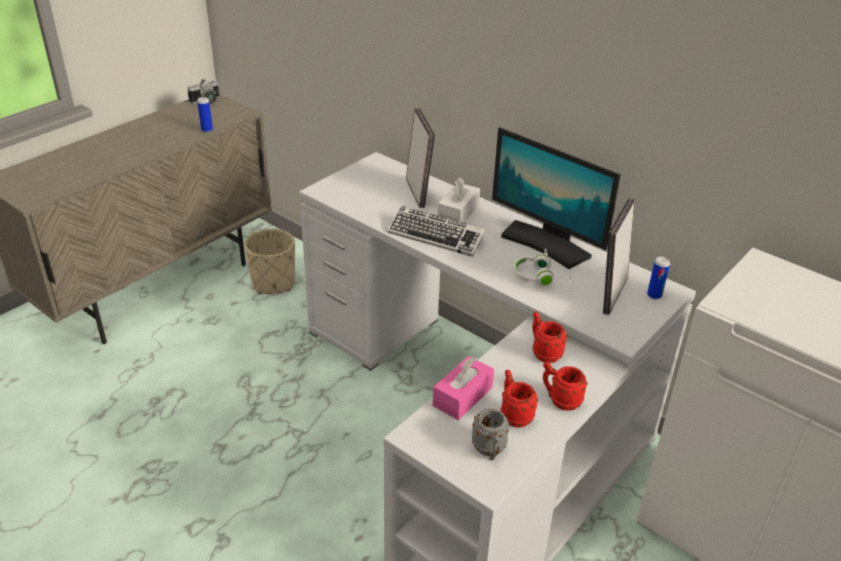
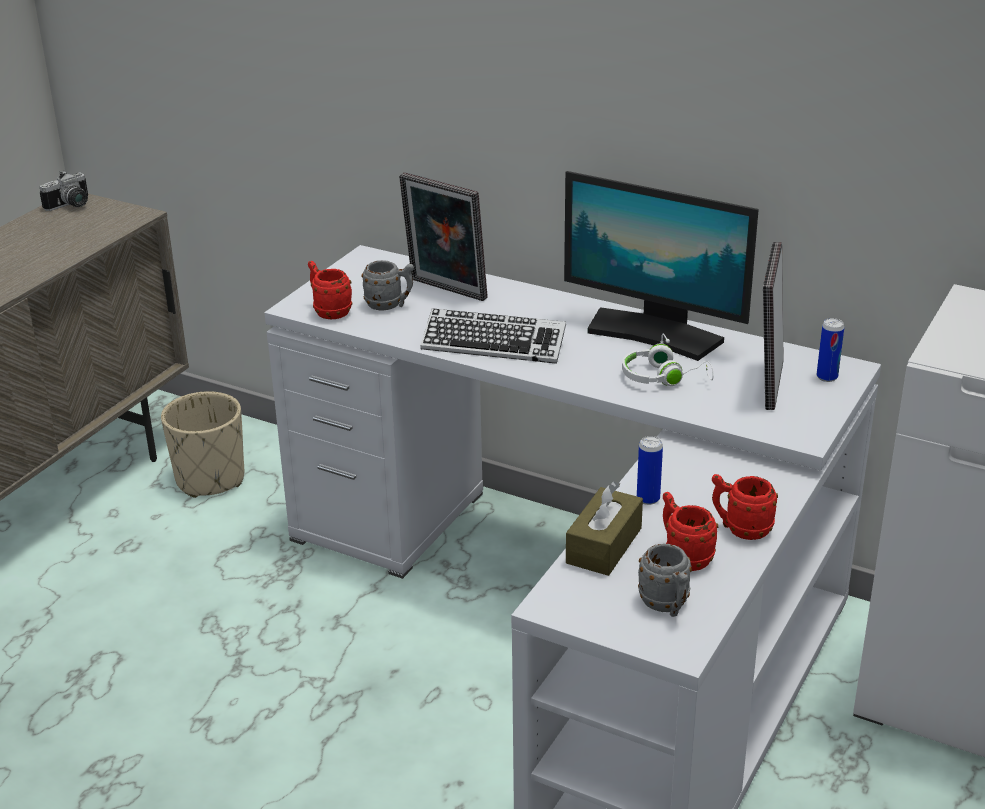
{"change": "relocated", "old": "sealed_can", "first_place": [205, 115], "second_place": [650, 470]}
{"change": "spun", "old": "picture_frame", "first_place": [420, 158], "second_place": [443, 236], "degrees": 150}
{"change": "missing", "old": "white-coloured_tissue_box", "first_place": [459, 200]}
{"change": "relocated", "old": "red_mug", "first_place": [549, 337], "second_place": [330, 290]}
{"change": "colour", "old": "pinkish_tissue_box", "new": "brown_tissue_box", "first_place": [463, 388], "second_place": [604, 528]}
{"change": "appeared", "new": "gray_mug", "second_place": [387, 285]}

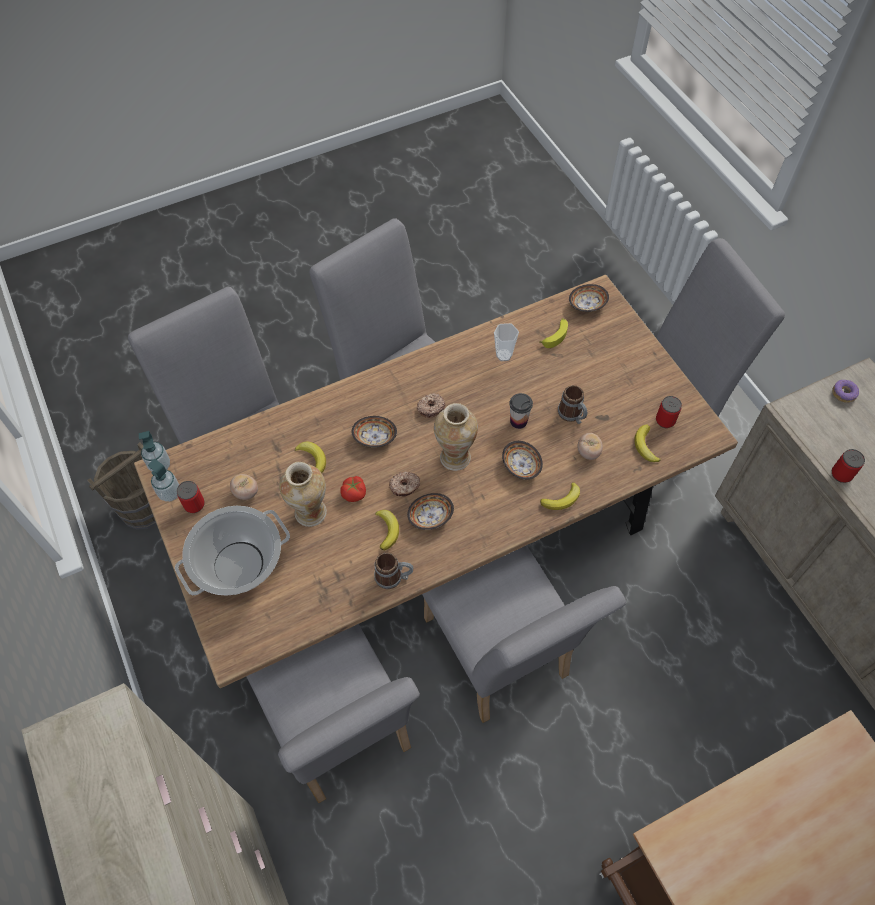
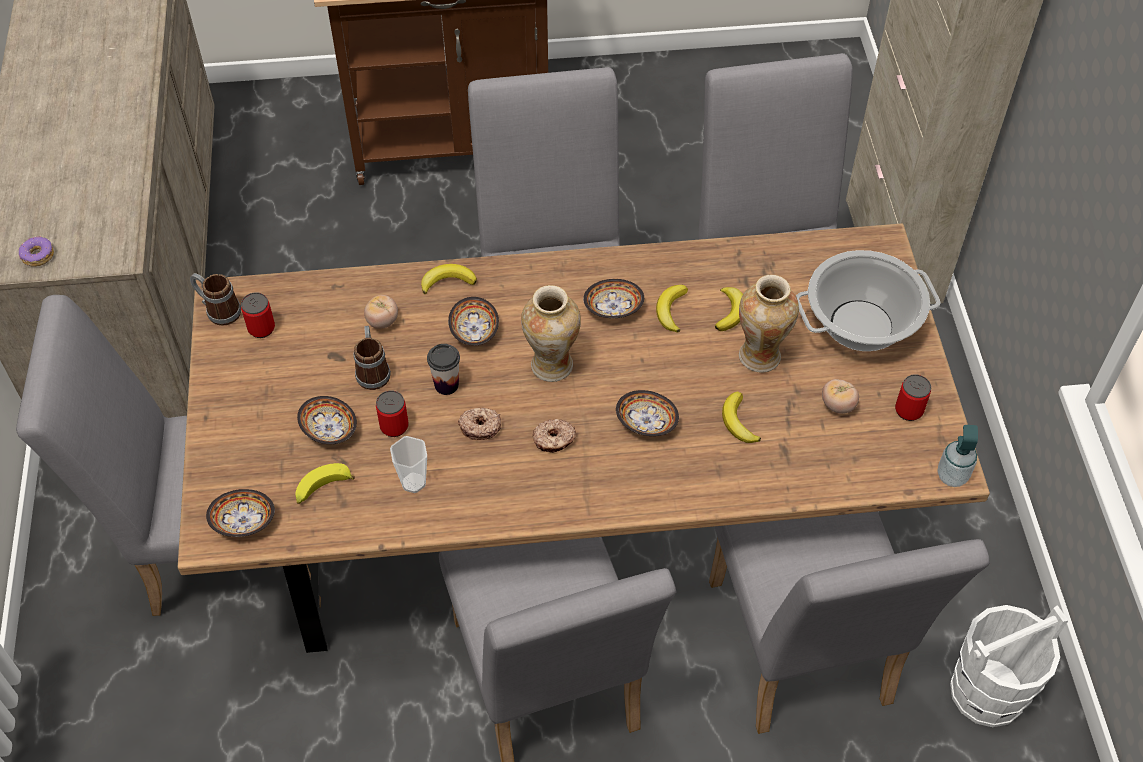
{"change": "relocated", "old": "banana_fruit", "first_place": [647, 443], "second_place": [729, 309]}
{"change": "colour", "old": "brown_water_bucket", "new": "white-coloured_water_bucket", "first_place": [121, 486], "second_place": [1009, 666]}
{"change": "relocated", "old": "sealed_can", "first_place": [848, 466], "second_place": [392, 414]}
{"change": "missing", "old": "soap_bottle", "first_place": [163, 480]}
{"change": "relocated", "old": "doughnut", "first_place": [404, 484], "second_place": [479, 424]}
{"change": "missing", "old": "fresh_tomato", "first_place": [353, 489]}
{"change": "relocated", "old": "mug", "first_place": [393, 570], "second_place": [215, 299]}
{"change": "appeared", "new": "deep_dish", "second_place": [327, 420]}

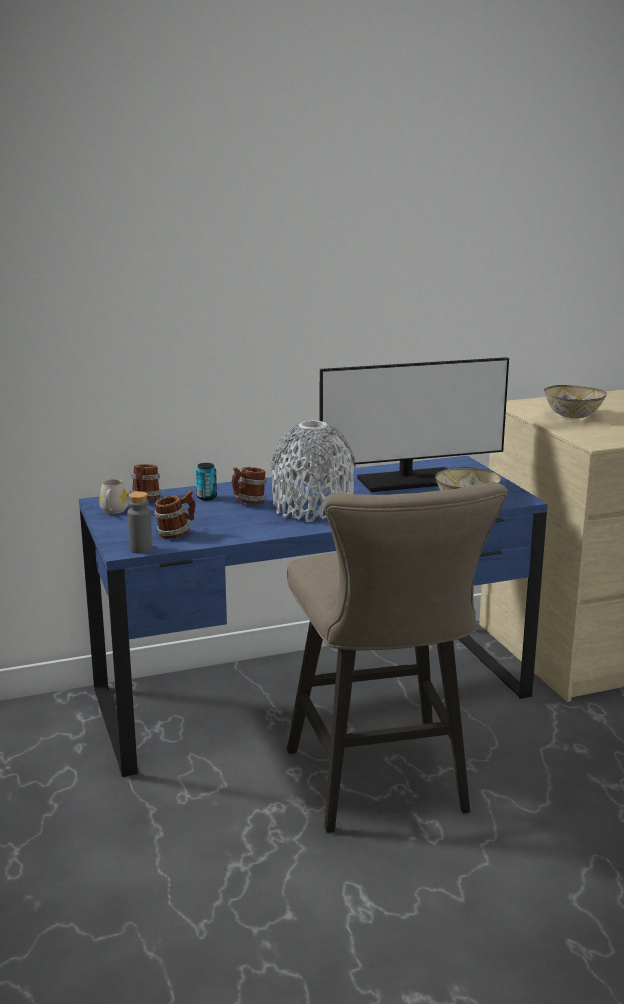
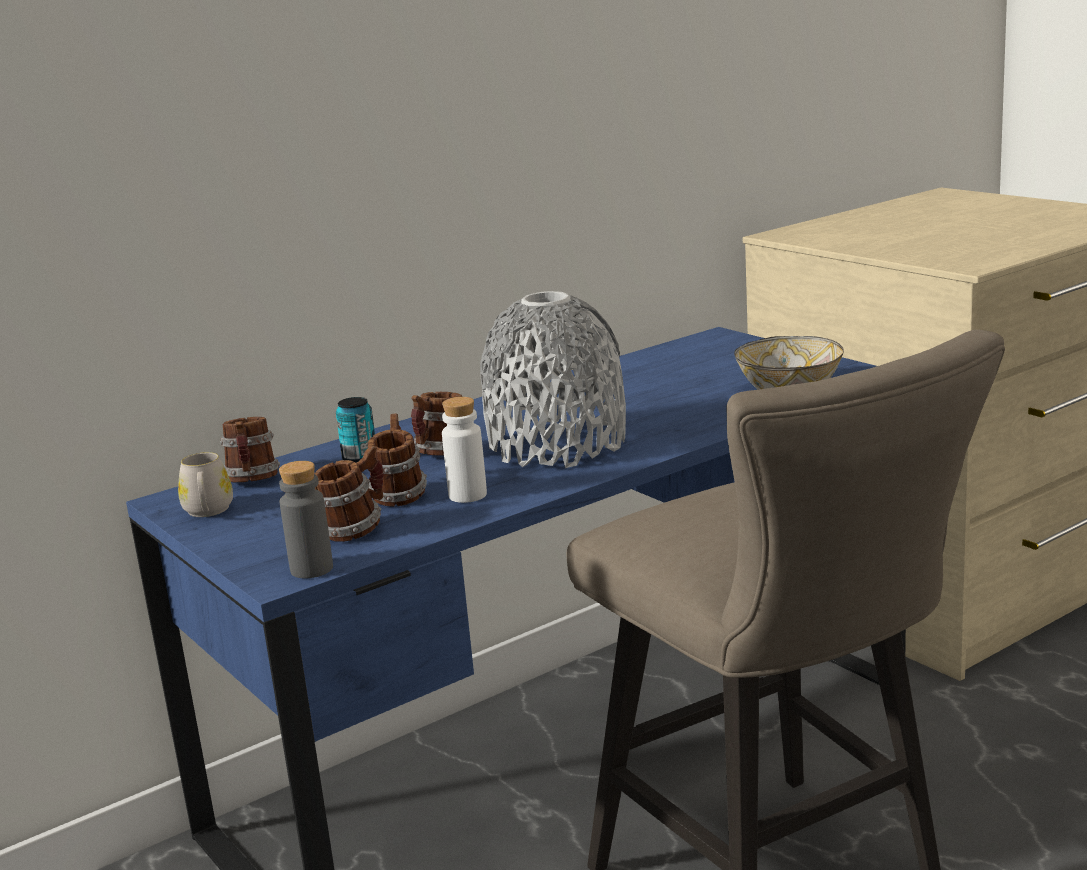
{"change": "missing", "old": "computer_screen", "first_place": [414, 424]}
{"change": "missing", "old": "deep_dish", "first_place": [575, 401]}
{"change": "appeared", "new": "white-coloured_beverage_bottle", "second_place": [464, 450]}
{"change": "appeared", "new": "mug", "second_place": [397, 459]}

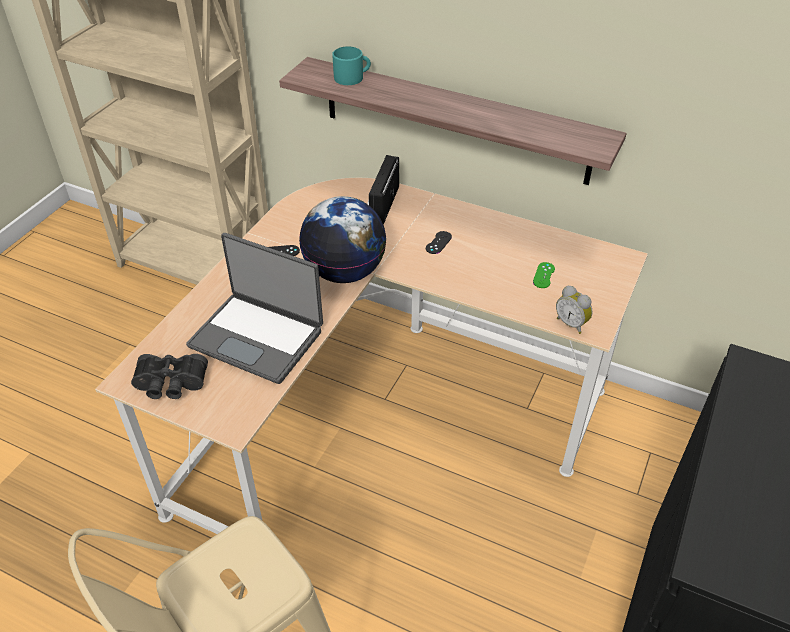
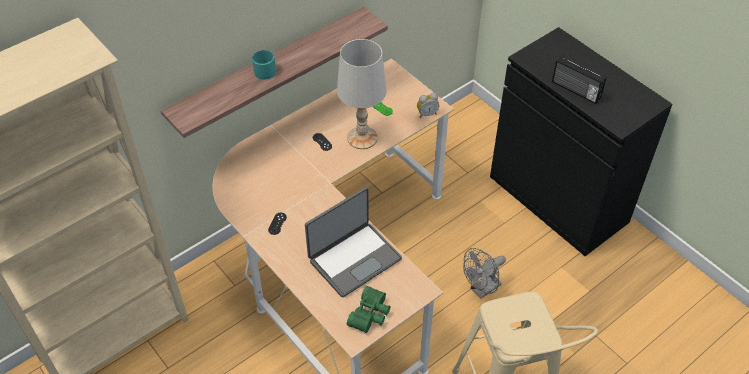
{"change": "relocated", "old": "turquoise_mug", "first_place": [351, 65], "second_place": [264, 65]}
{"change": "relocated", "old": "radio", "first_place": [383, 190], "second_place": [579, 80]}
{"change": "missing", "old": "globe", "first_place": [343, 239]}
{"change": "colour", "old": "black-coloured_pair_of_binoculars", "new": "greenish_pair_of_binoculars", "first_place": [169, 376], "second_place": [368, 309]}
{"change": "appeared", "new": "white-coloured_tabletop_lamp", "second_place": [362, 94]}
{"change": "appeared", "new": "gray_cooling_fan", "second_place": [484, 273]}

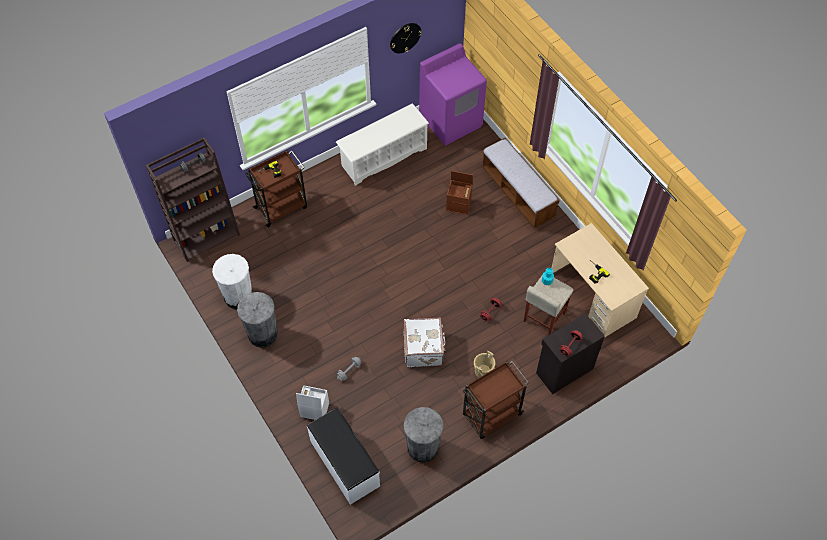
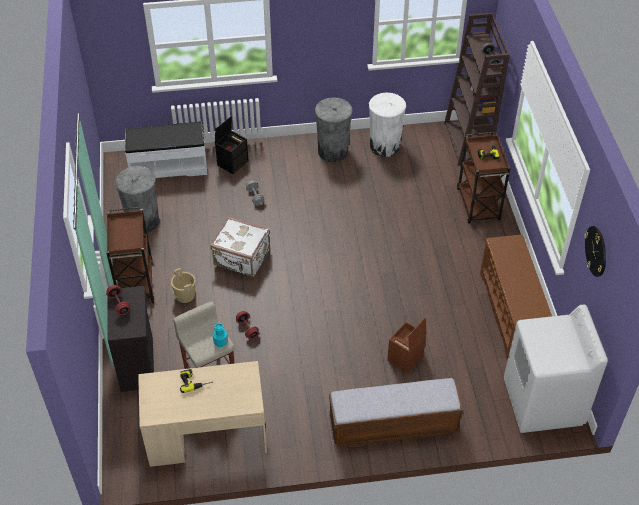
{"change": "colour", "old": "purplish_laundry_machine", "new": "white-coloured_laundry_machine", "first_place": [453, 94], "second_place": [556, 368]}
{"change": "colour", "old": "white-coloured_shoe_rack", "new": "brown_shoe_rack", "first_place": [382, 145], "second_place": [516, 296]}
{"change": "colour", "old": "white-coloured_storage_box", "new": "black-coloured_storage_box", "first_place": [312, 402], "second_place": [232, 145]}

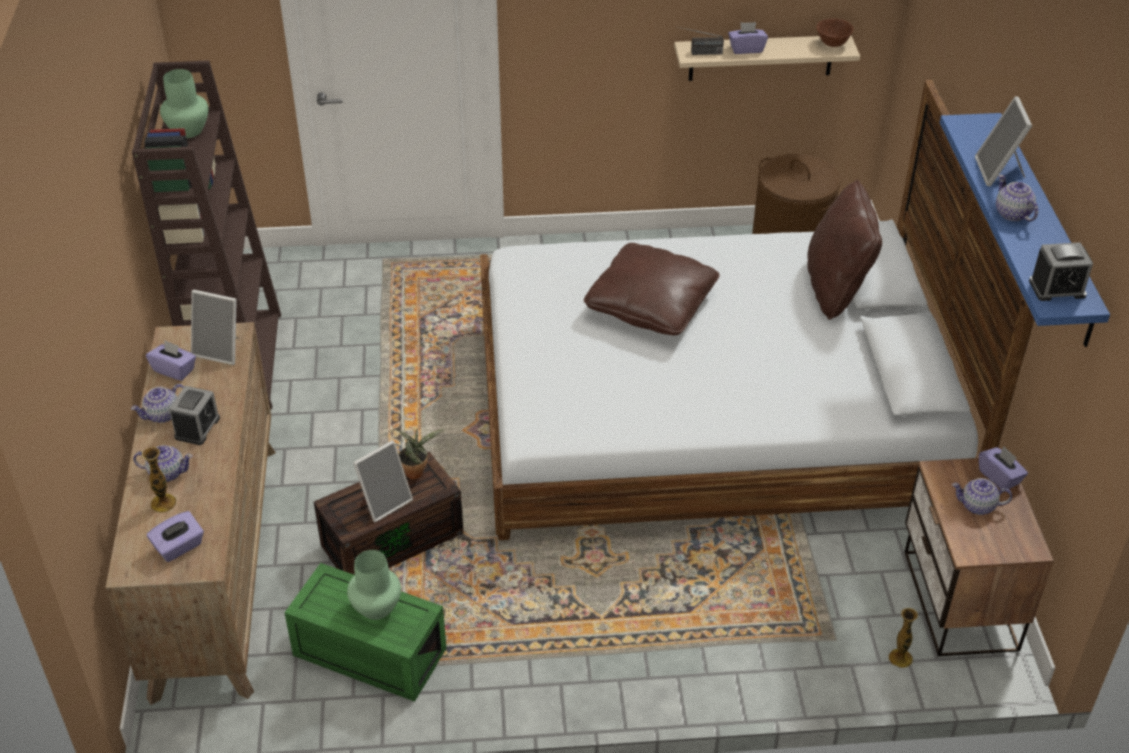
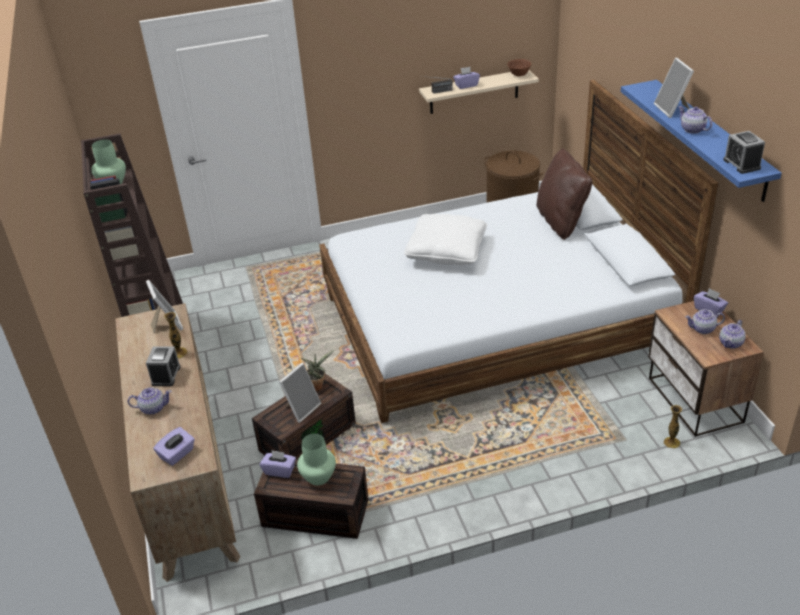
{"change": "spun", "old": "table_clock", "first_place": [1061, 271], "second_place": [744, 152], "degrees": 90}
{"change": "colour", "old": "brown_cushion", "new": "white-coloured_cushion", "first_place": [652, 289], "second_place": [445, 239]}
{"change": "spun", "old": "picture_frame", "first_place": [215, 327], "second_place": [164, 306], "degrees": -120}
{"change": "relocated", "old": "purplish_tissue_box", "first_place": [171, 360], "second_place": [278, 464]}
{"change": "relocated", "old": "pot_for_tea", "first_place": [157, 403], "second_place": [732, 334]}
{"change": "relocated", "old": "flower_vase", "first_place": [158, 480], "second_place": [176, 335]}
{"change": "colour", "old": "greenish_storage_box", "new": "brown_storage_box", "first_place": [365, 632], "second_place": [311, 499]}

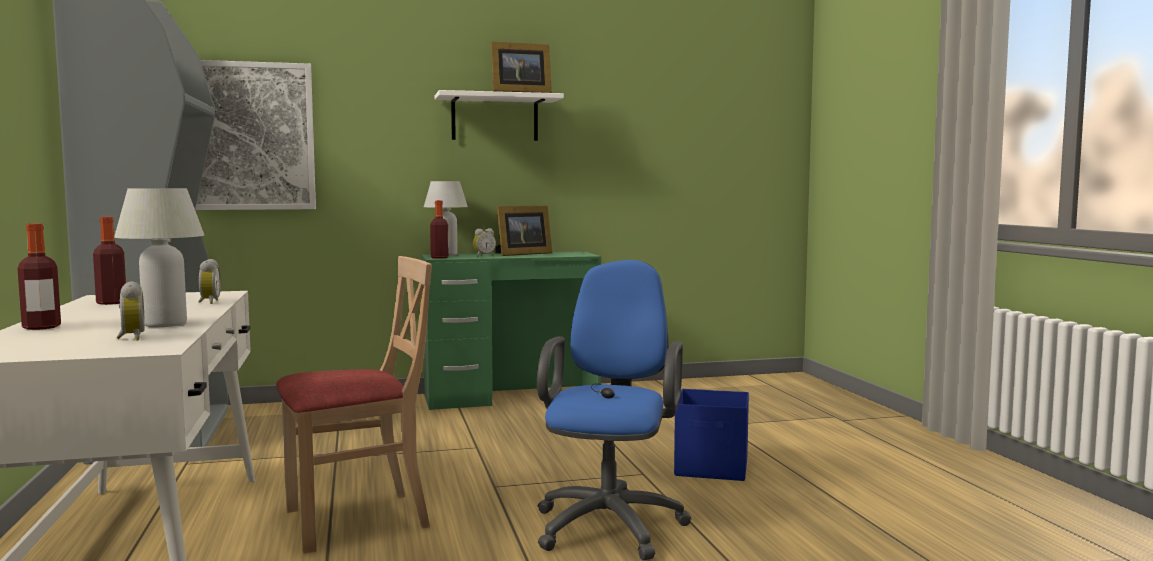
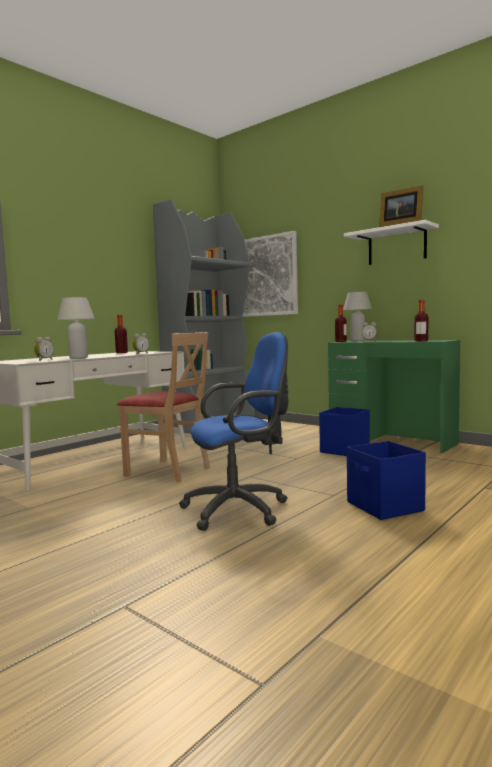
{"change": "missing", "old": "picture_frame", "first_place": [523, 230]}
{"change": "relocated", "old": "beverage_bottle", "first_place": [39, 276], "second_place": [421, 320]}
{"change": "appeared", "new": "blue_storage_box", "second_place": [344, 431]}

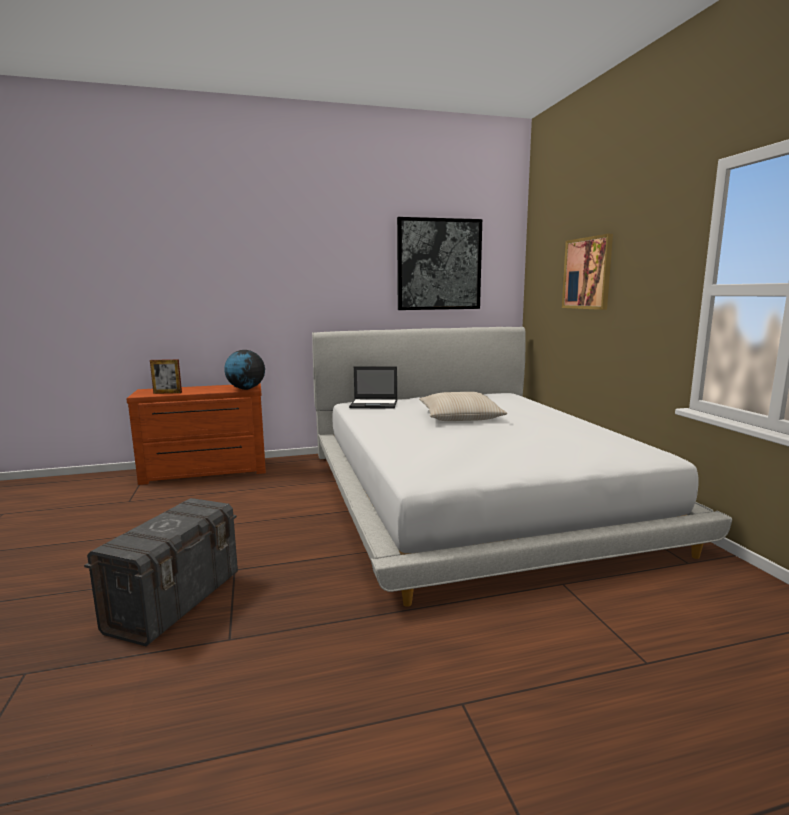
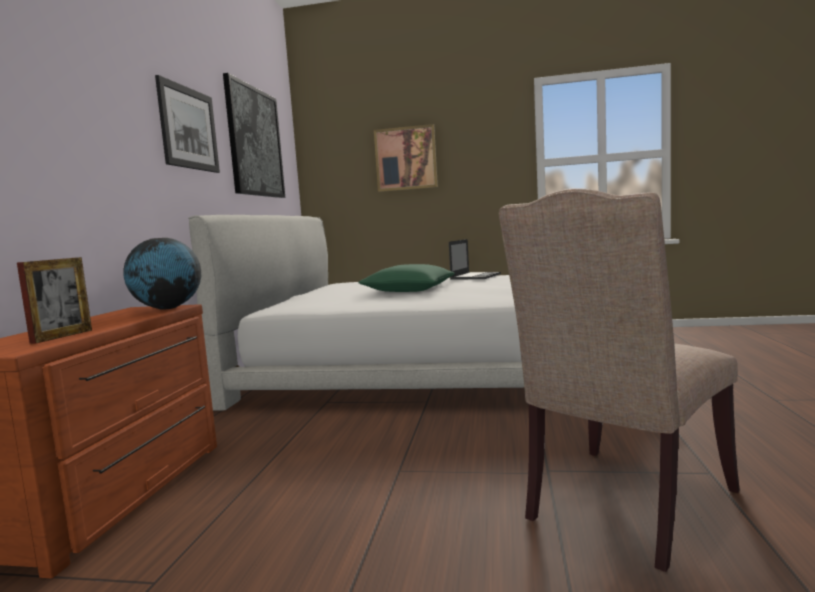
{"change": "relocated", "old": "notebook_computer", "first_place": [373, 388], "second_place": [475, 259]}
{"change": "colour", "old": "sand-coloured_cushion", "new": "greenish_cushion", "first_place": [463, 406], "second_place": [406, 278]}
{"change": "exchanged", "old": "gray_storage_box", "new": "sand-coloured_chair", "first_place": [161, 572], "second_place": [619, 380]}
{"change": "appeared", "new": "wall_art", "second_place": [187, 124]}

